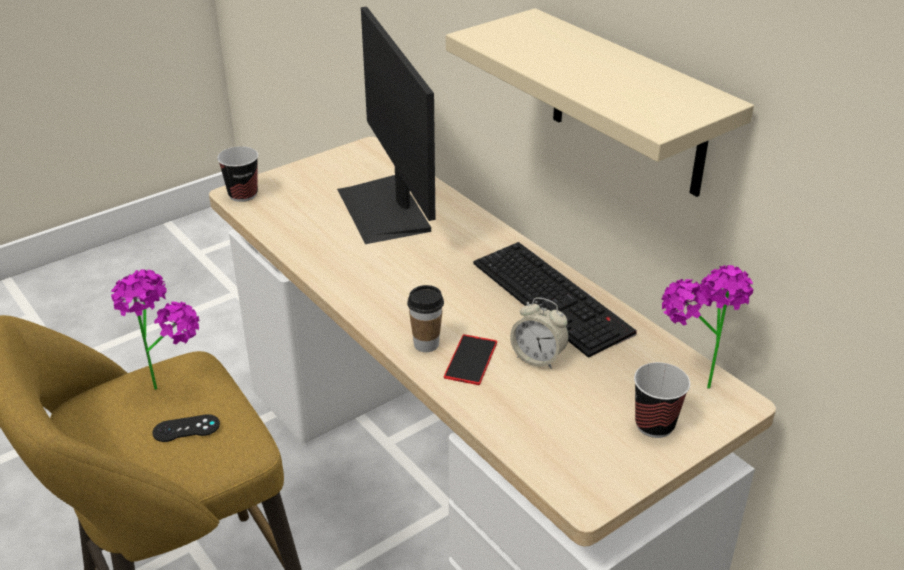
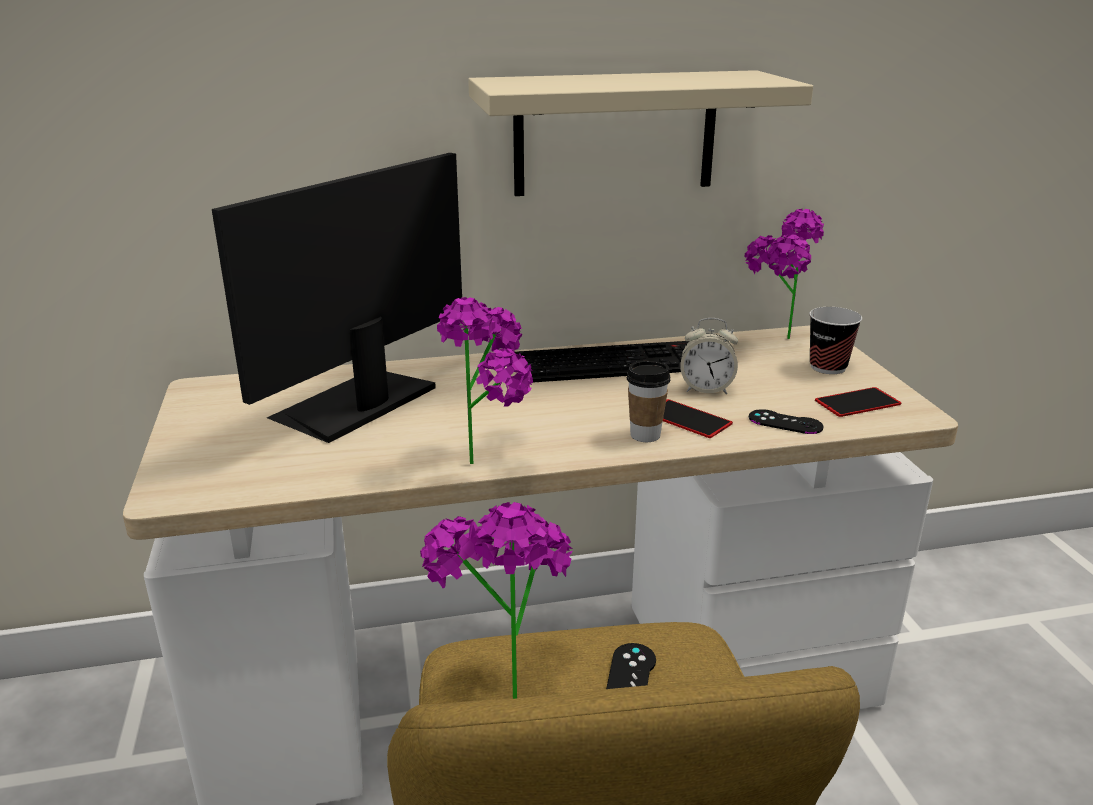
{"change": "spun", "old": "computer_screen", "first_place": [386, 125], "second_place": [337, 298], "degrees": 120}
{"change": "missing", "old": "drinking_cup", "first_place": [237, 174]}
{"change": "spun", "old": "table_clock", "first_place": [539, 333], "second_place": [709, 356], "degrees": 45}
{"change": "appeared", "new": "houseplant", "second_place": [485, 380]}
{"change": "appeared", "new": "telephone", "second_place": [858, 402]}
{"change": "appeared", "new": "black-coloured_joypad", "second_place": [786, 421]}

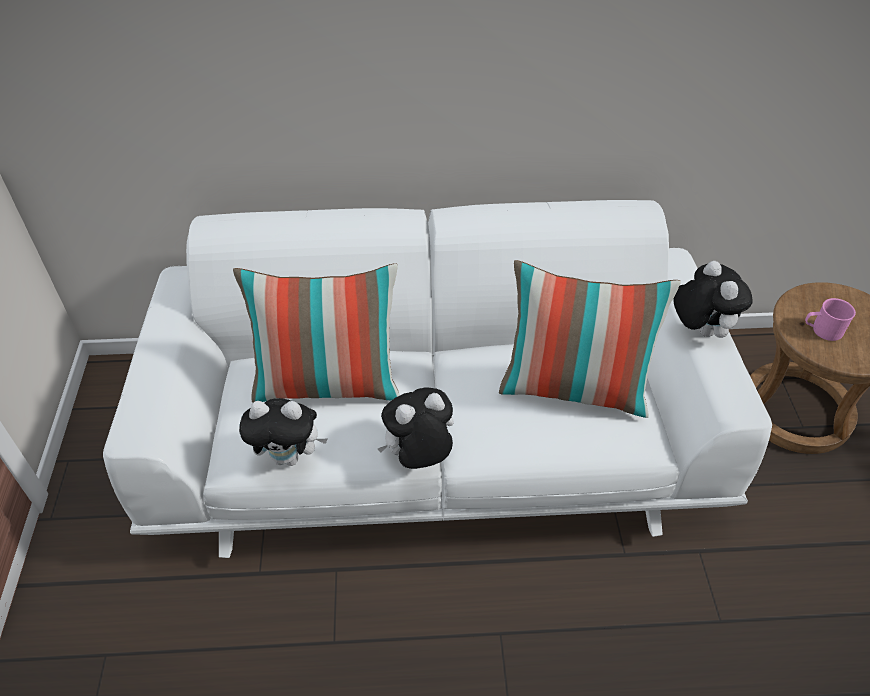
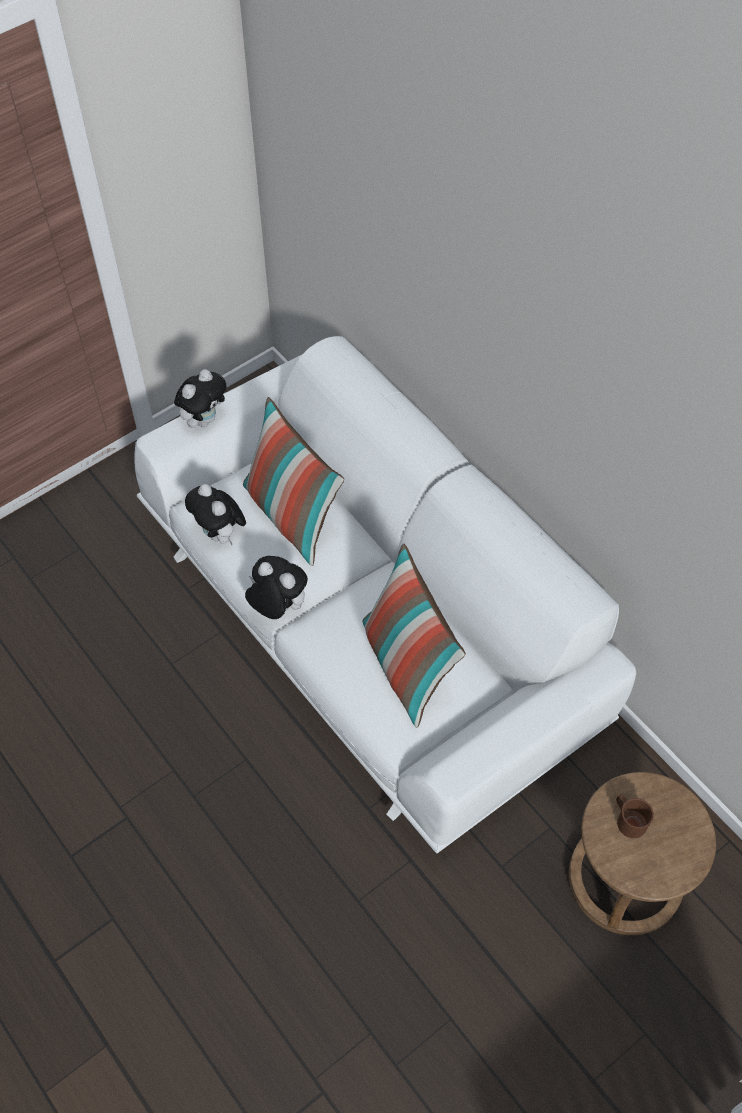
{"change": "relocated", "old": "soft_toy", "first_place": [713, 299], "second_place": [200, 398]}
{"change": "colour", "old": "pinkish_mug", "new": "brown_mug", "first_place": [830, 319], "second_place": [635, 816]}

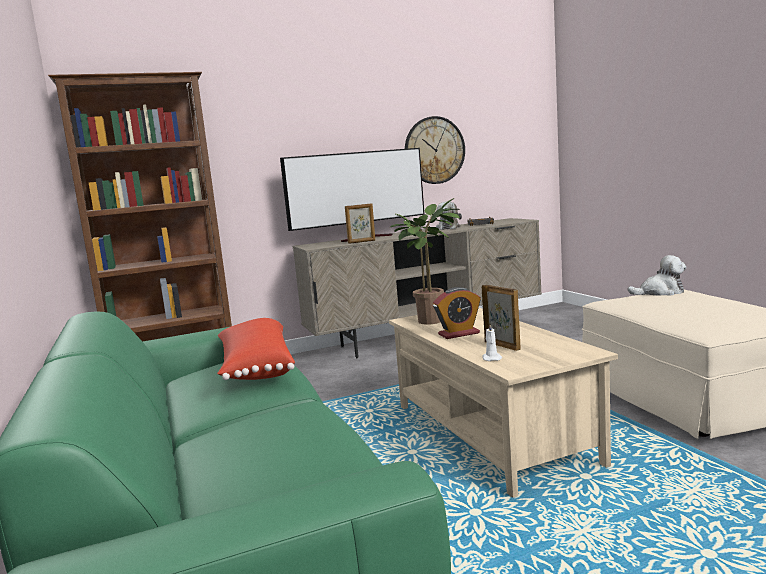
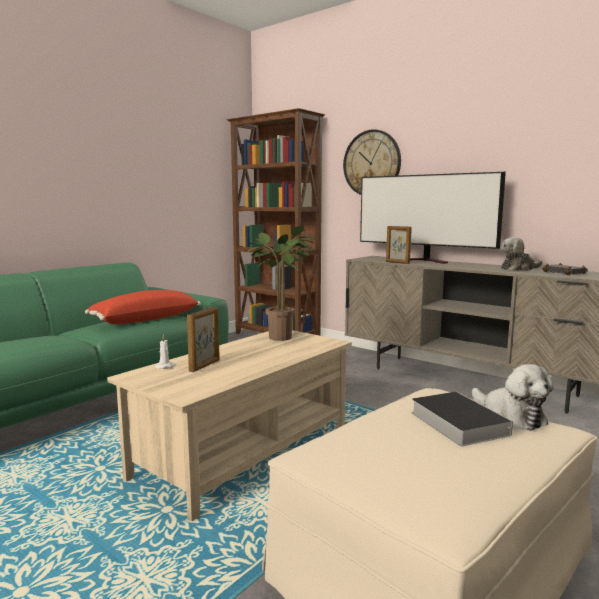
{"change": "relocated", "old": "clock_on_the_wall", "first_place": [435, 150], "second_place": [372, 162]}
{"change": "missing", "old": "table_clock", "first_place": [457, 313]}
{"change": "appeared", "new": "volume", "second_place": [462, 419]}

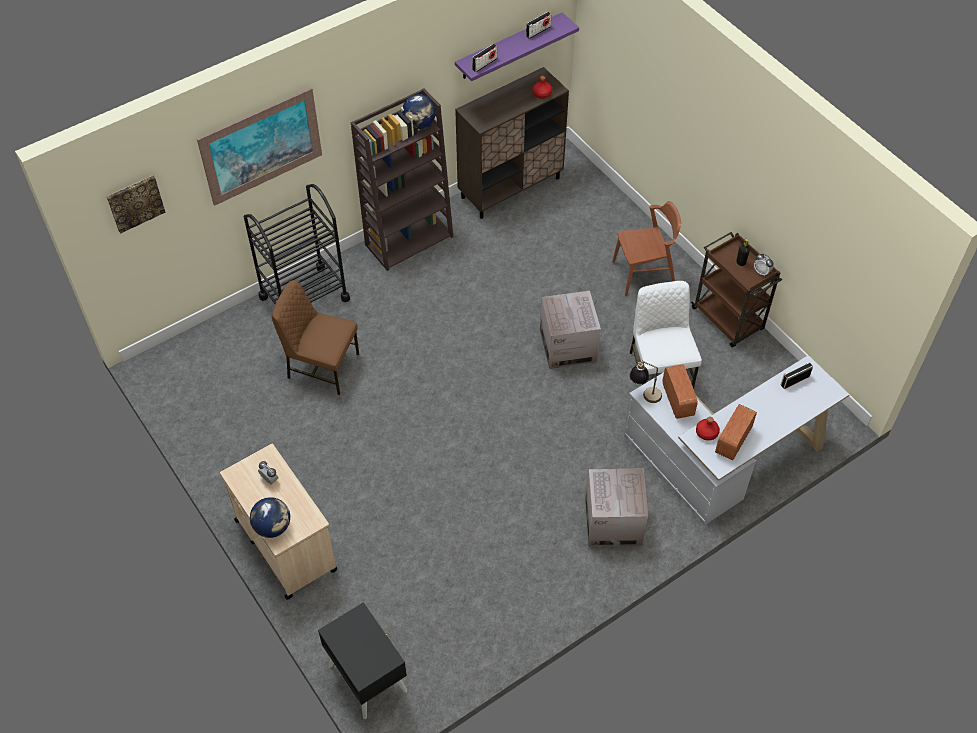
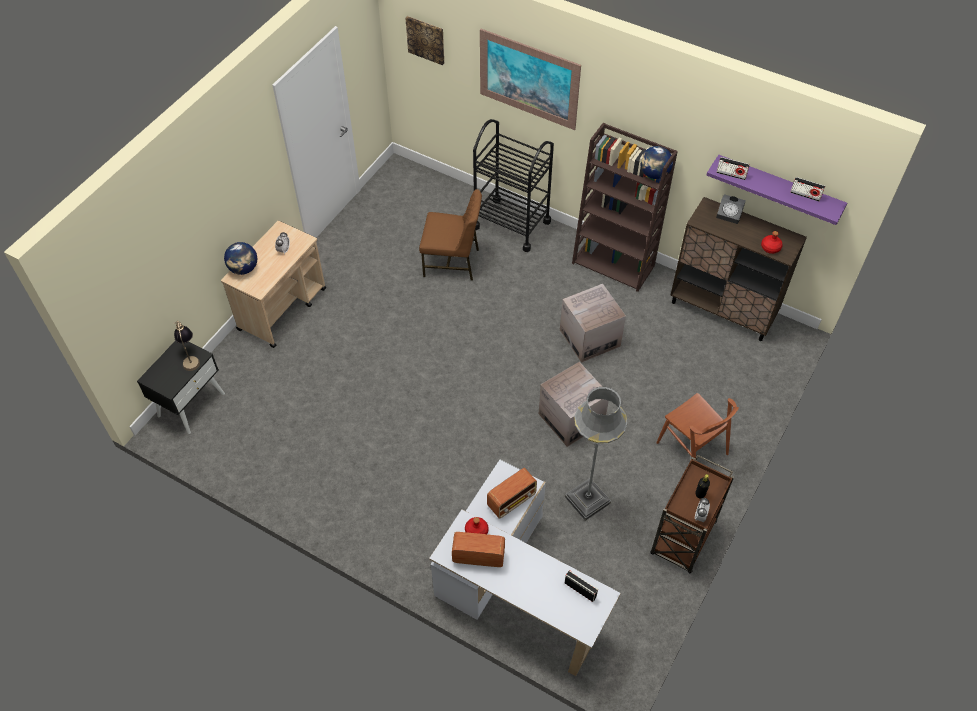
{"change": "spun", "old": "brown_chair", "first_place": [315, 337], "second_place": [450, 235], "degrees": 105}
{"change": "exchanged", "old": "white-coloured_chair", "new": "gray_standing_lamp", "first_place": [666, 335], "second_place": [596, 454]}
{"change": "relocated", "old": "tabletop_lamp", "first_place": [645, 381], "second_place": [186, 346]}
{"change": "relocated", "old": "cardboard_box", "first_place": [616, 508], "second_place": [593, 323]}
{"change": "appeared", "new": "table_clock", "second_place": [731, 209]}

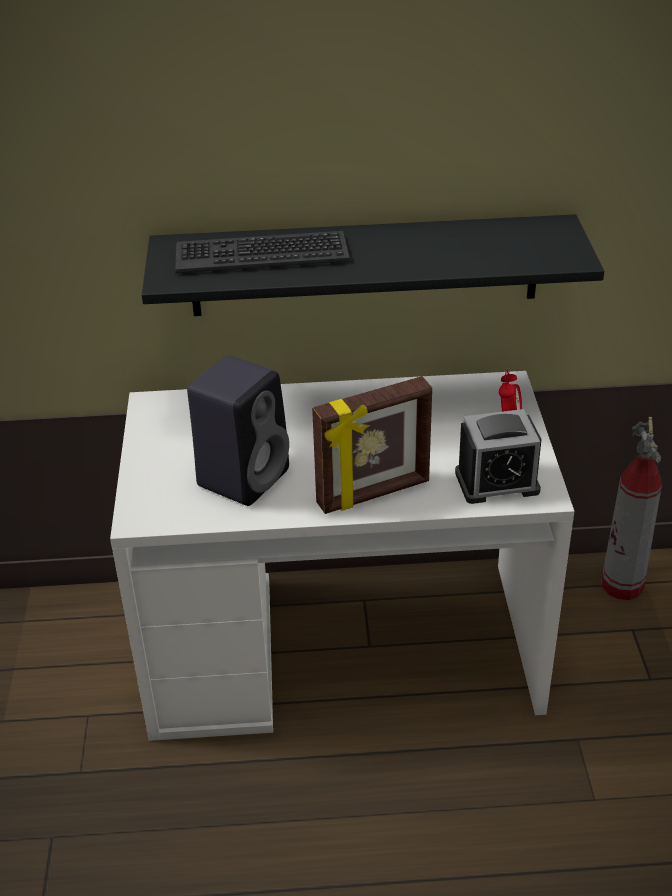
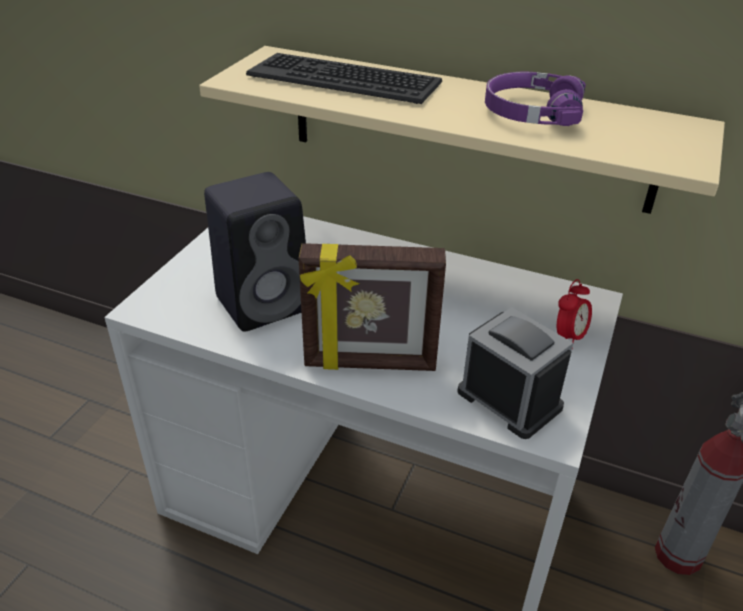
{"change": "colour", "old": "black-coloured_bracket_shelf", "new": "sand-coloured_bracket_shelf", "first_place": [373, 265], "second_place": [462, 130]}
{"change": "spun", "old": "table_clock", "first_place": [498, 456], "second_place": [515, 373], "degrees": -150}
{"change": "appeared", "new": "purplish_pair_of_headphones", "second_place": [535, 99]}

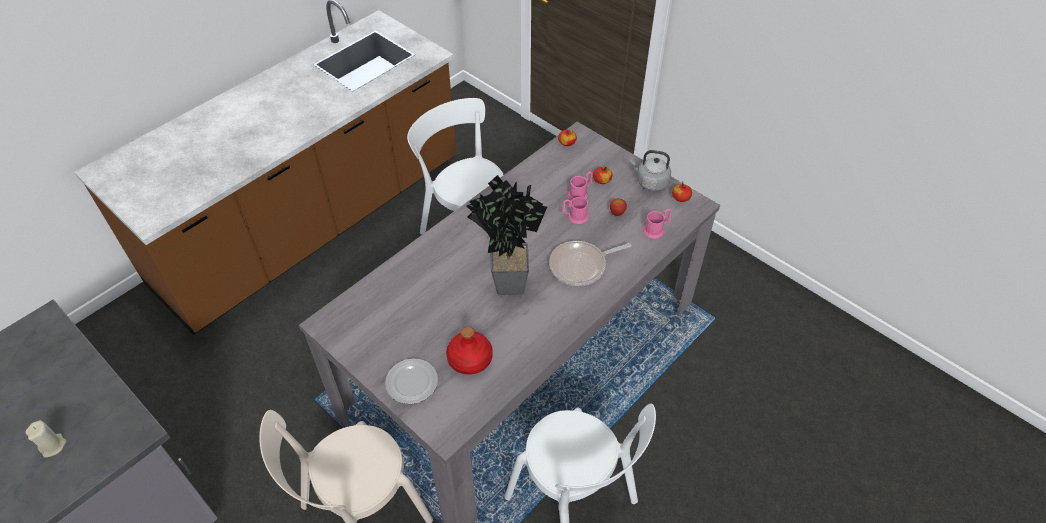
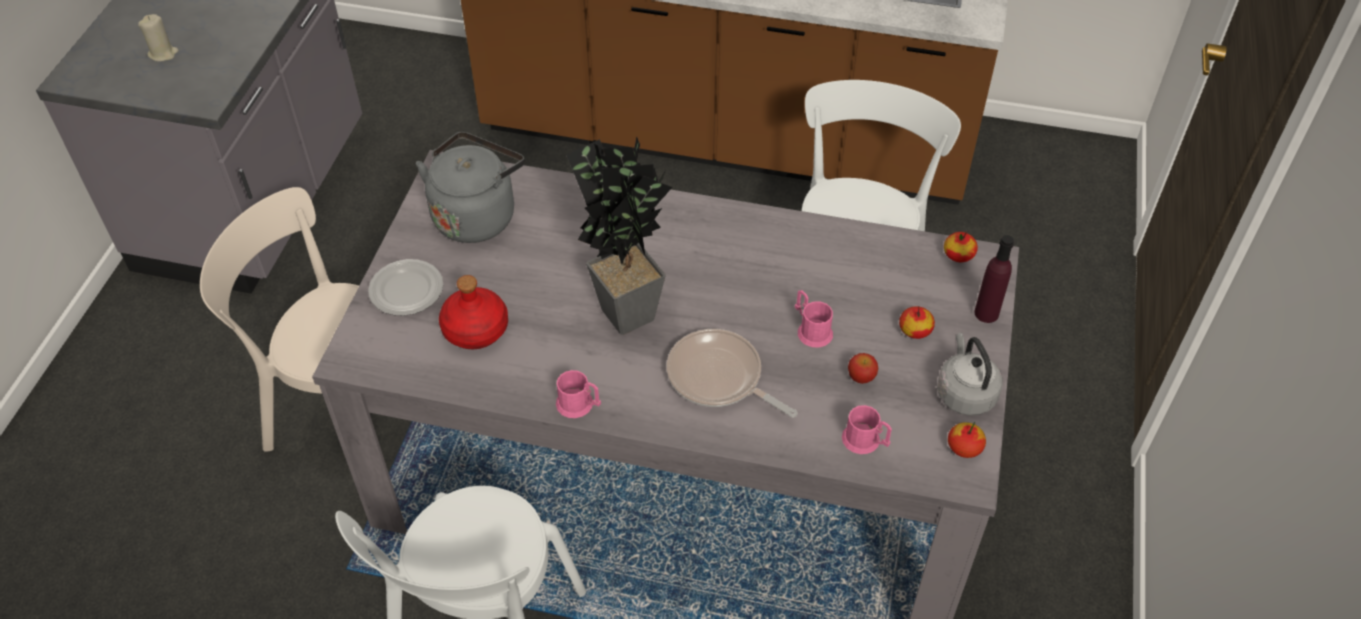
{"change": "relocated", "old": "pinkish_mug", "first_place": [580, 186], "second_place": [578, 394]}
{"change": "appeared", "new": "gray_kettle", "second_place": [470, 187]}
{"change": "appeared", "new": "purplish_beverage_bottle", "second_place": [994, 279]}

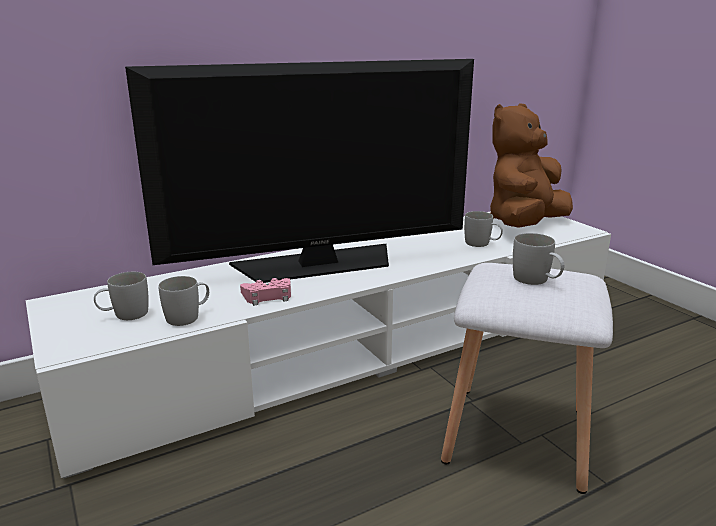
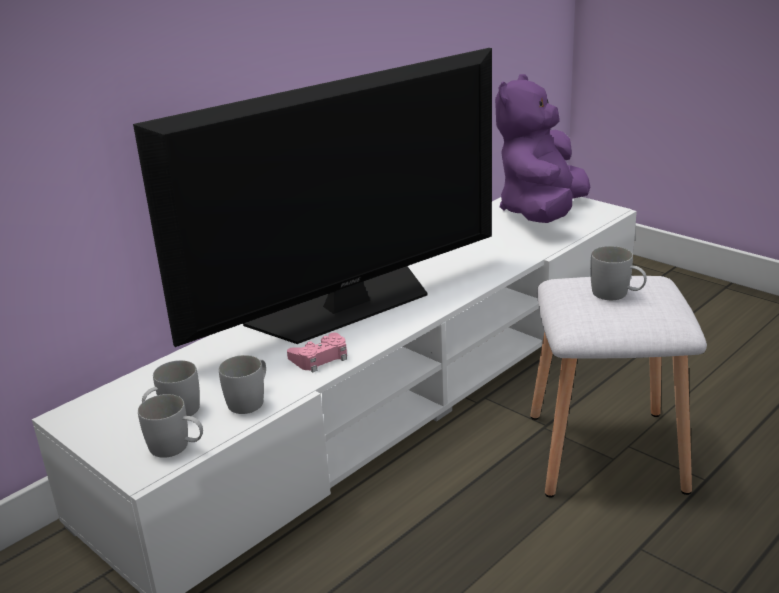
{"change": "colour", "old": "brown_soft_toy", "new": "purplish_soft_toy", "first_place": [531, 165], "second_place": [542, 148]}
{"change": "relocated", "old": "white-coloured_mug", "first_place": [483, 229], "second_place": [170, 426]}

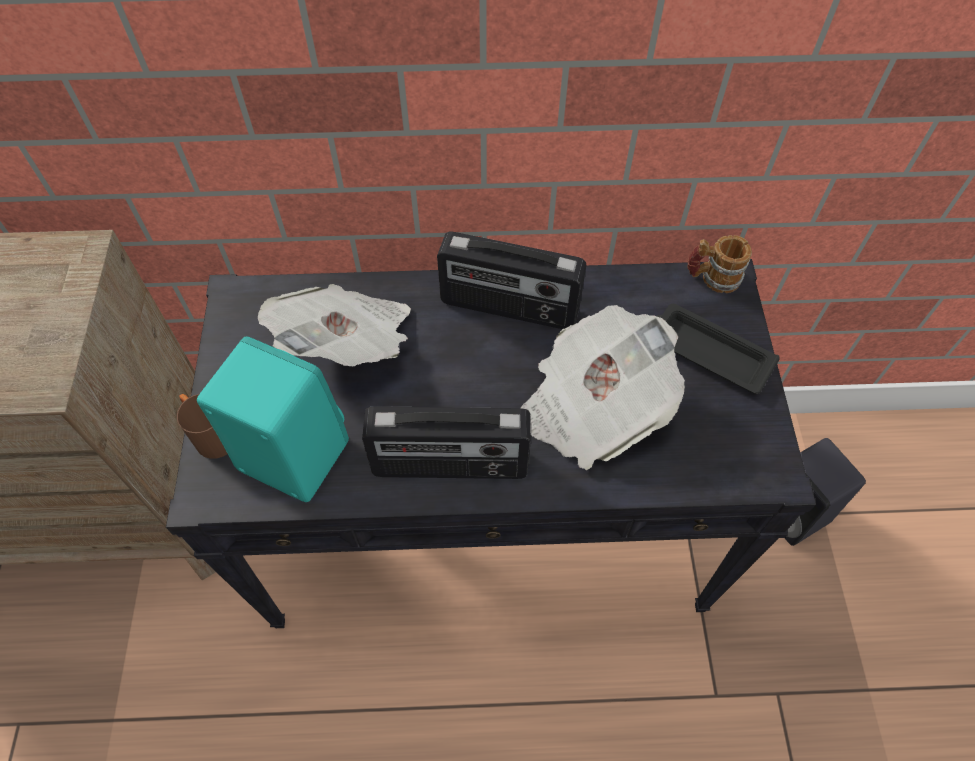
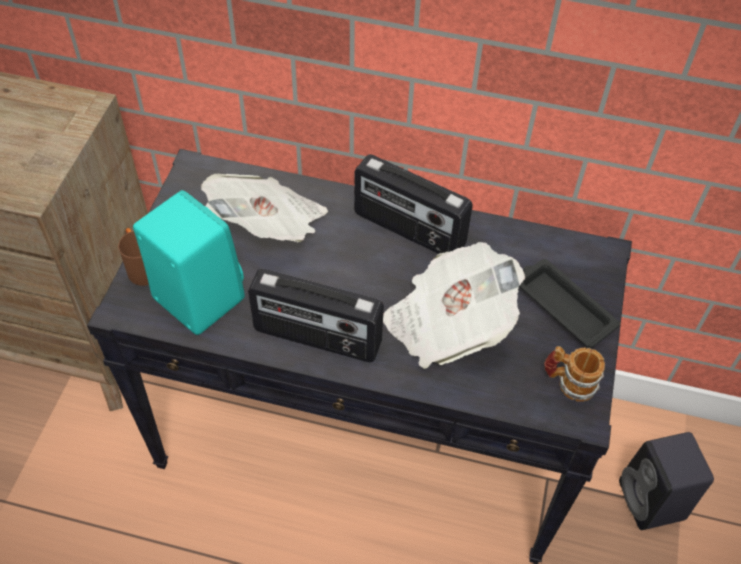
{"change": "relocated", "old": "mug", "first_place": [719, 264], "second_place": [575, 374]}

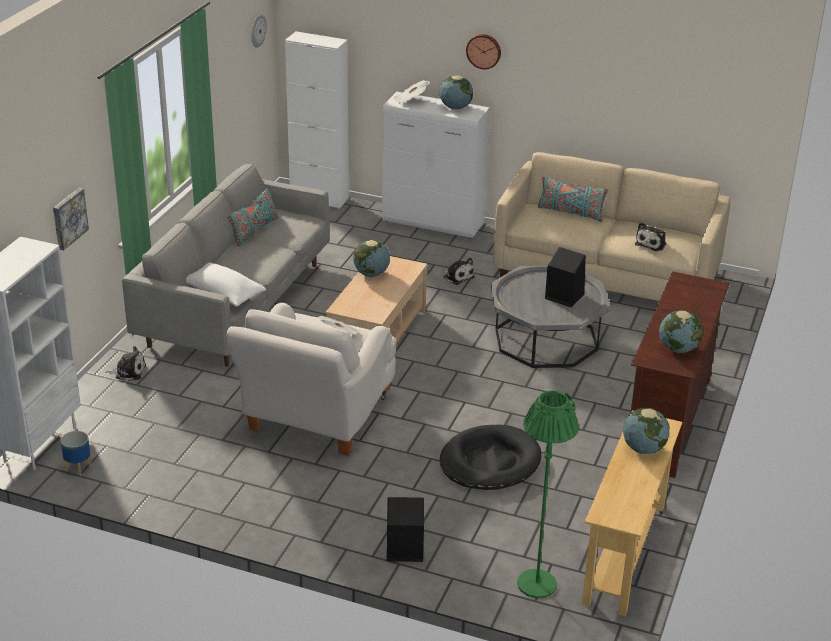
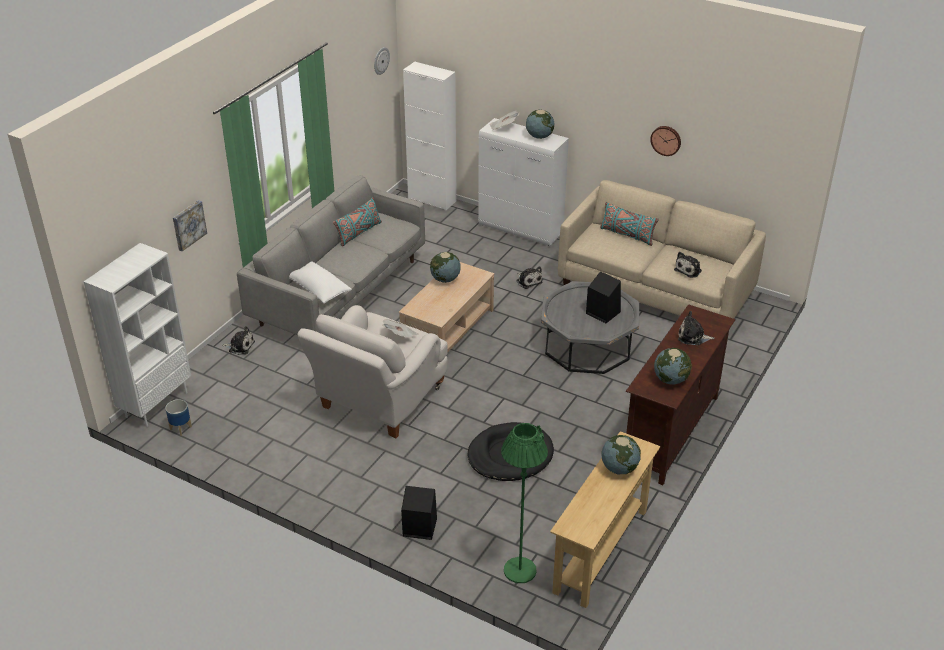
{"change": "relocated", "old": "clock_on_the_wall", "first_place": [483, 52], "second_place": [665, 141]}
{"change": "appeared", "new": "soft_toy", "second_place": [696, 328]}

